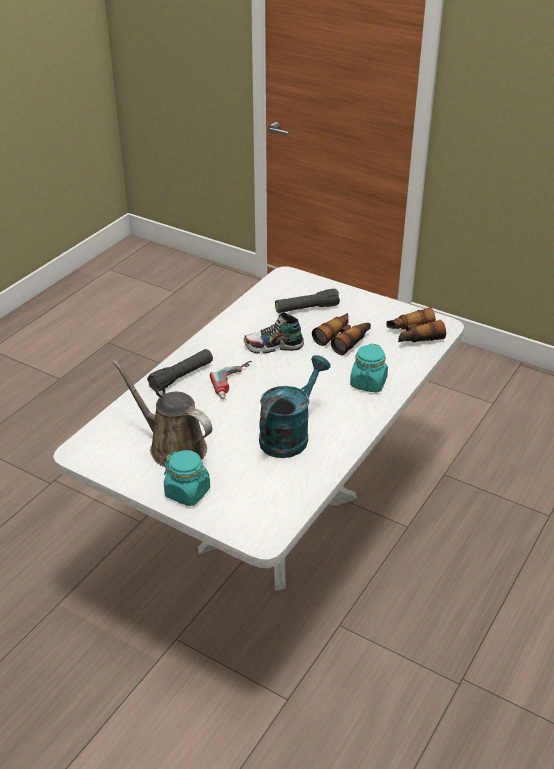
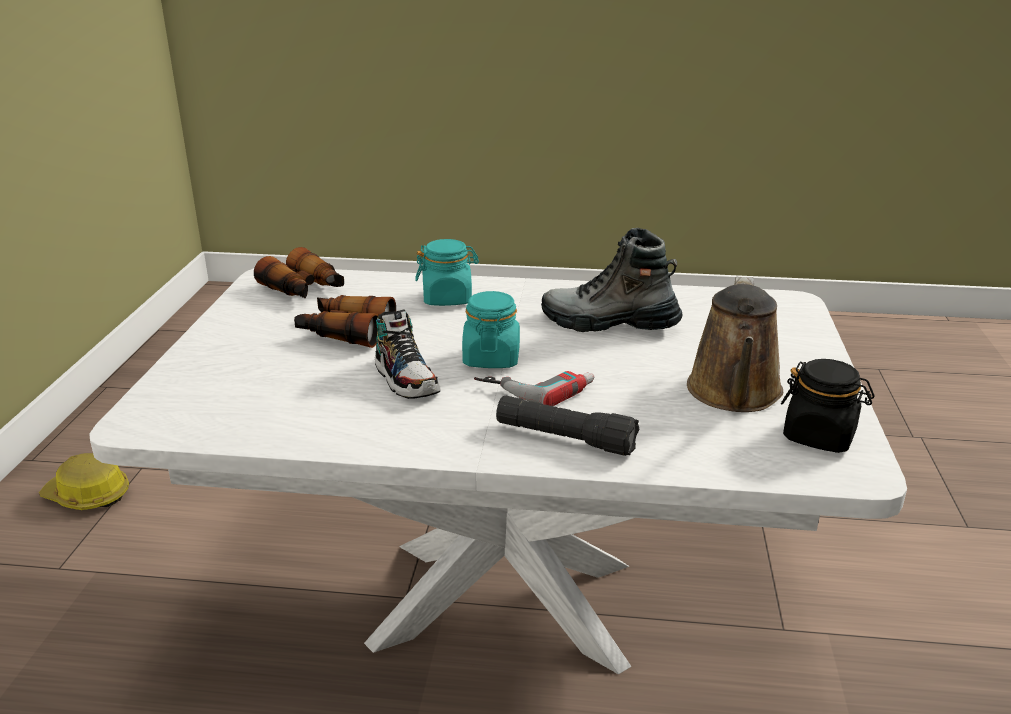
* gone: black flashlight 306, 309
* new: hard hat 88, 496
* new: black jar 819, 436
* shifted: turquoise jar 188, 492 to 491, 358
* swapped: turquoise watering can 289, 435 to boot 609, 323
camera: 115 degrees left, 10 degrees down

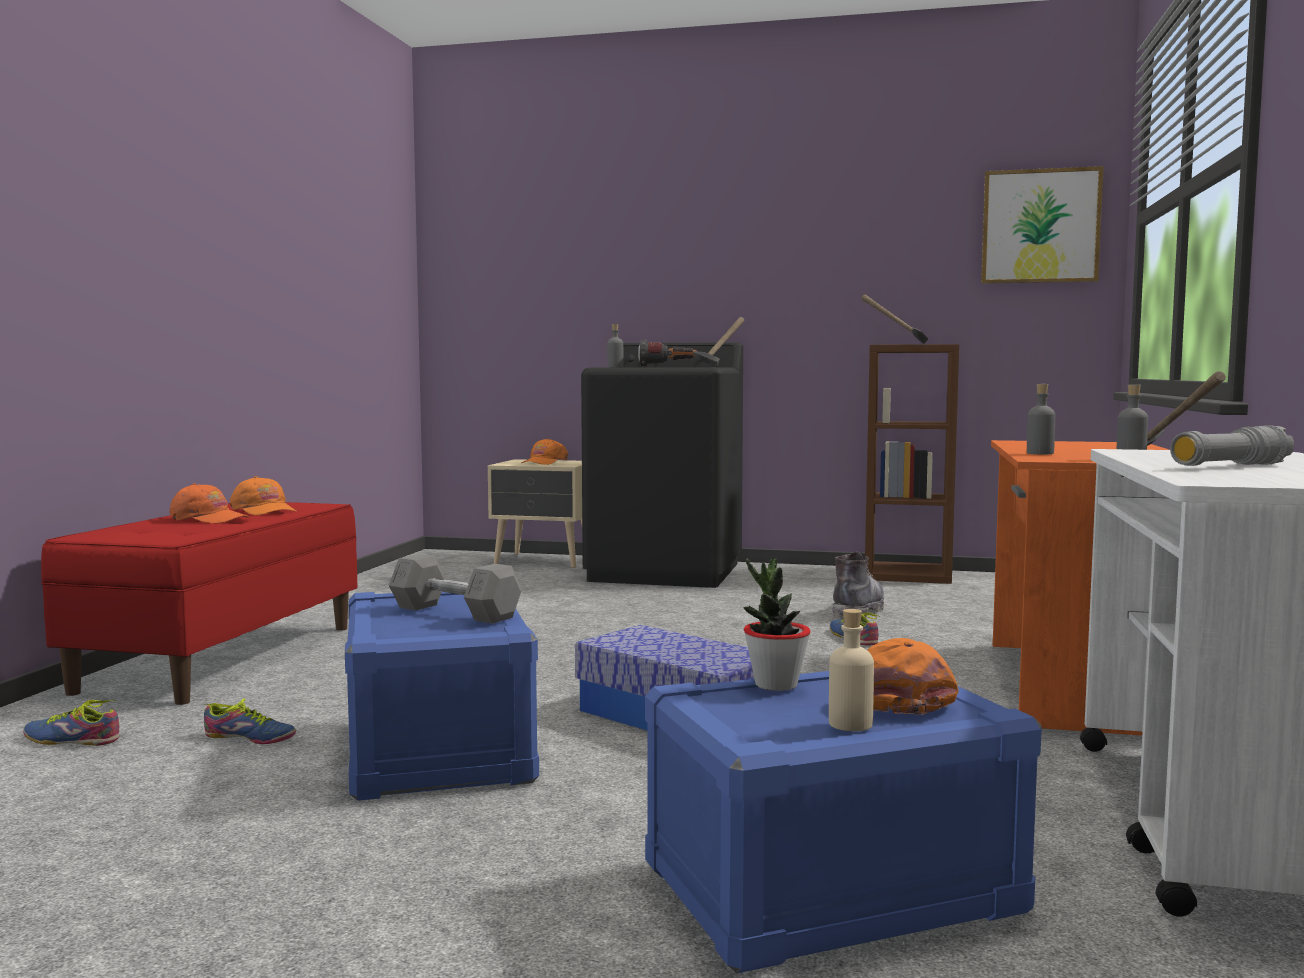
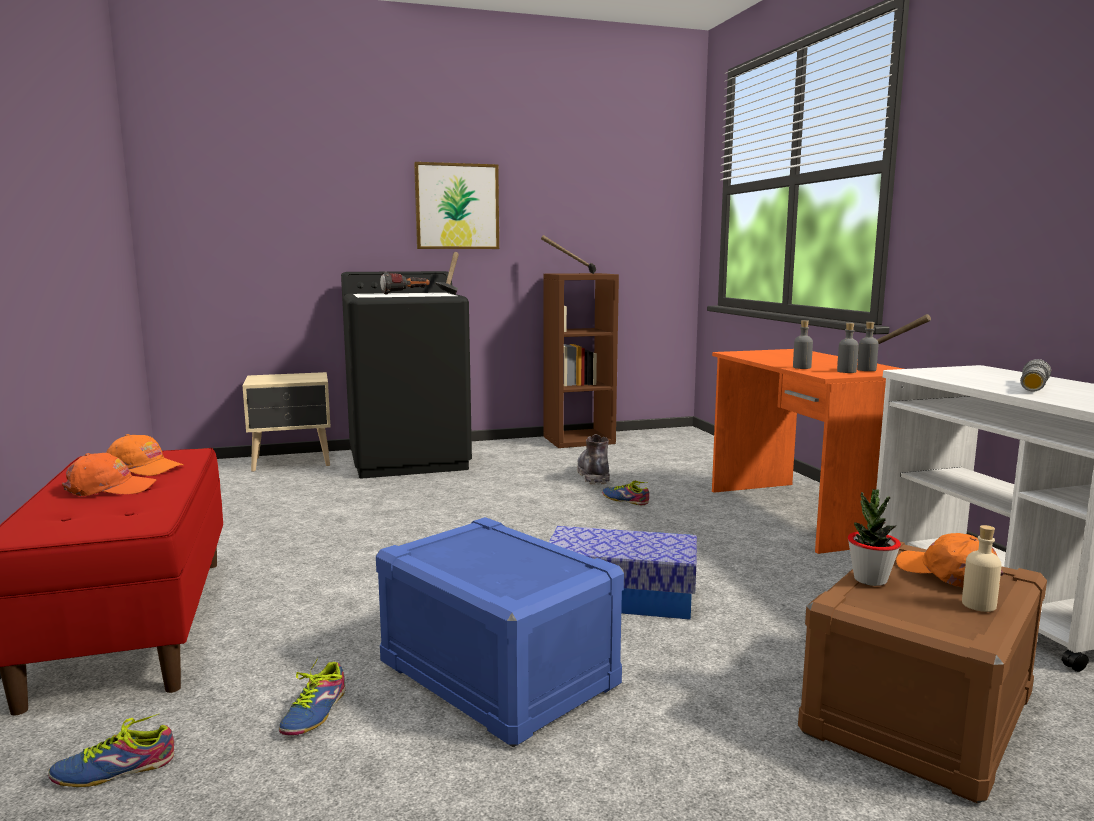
* gone: grey dumbbell 455, 612
* gone: orange cap 544, 462
* shifted: grey bottle 615, 367 to 846, 371
* shifted: picture 1040, 226 to 457, 206
* repainted: blue storage box 830, 889 to brown storage box 920, 714
* rotated: shoe 248, 739 = 311, 712 120 degrees clockwise
camera: 30 degrees left, 5 degrees up

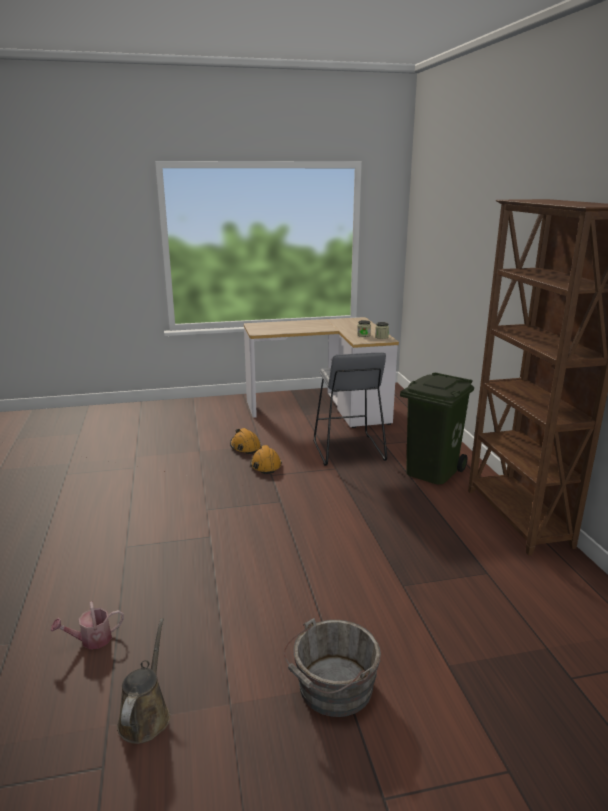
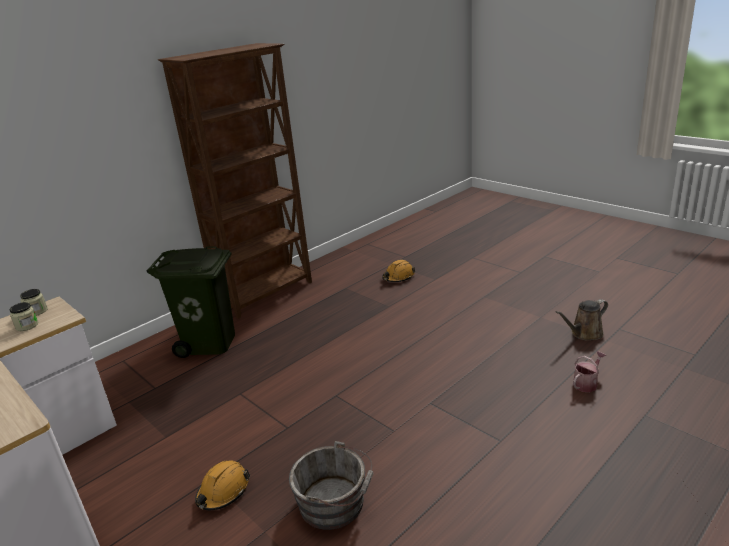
* gone: grey stool 347, 450
* shifted: orange hard hat 265, 465 to 398, 277
* shifted: grey bucket 332, 688 to 335, 503
* rotated: watering can 91, 640 = 586, 383 75 degrees counterclockwise
camera: 120 degrees left, 5 degrees up

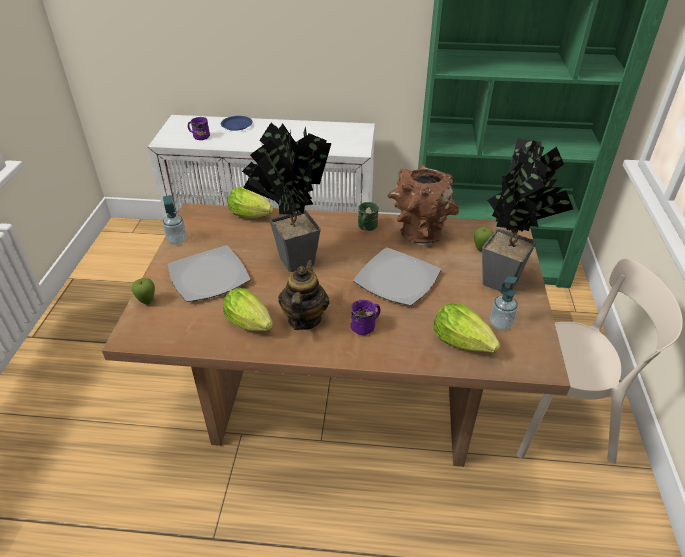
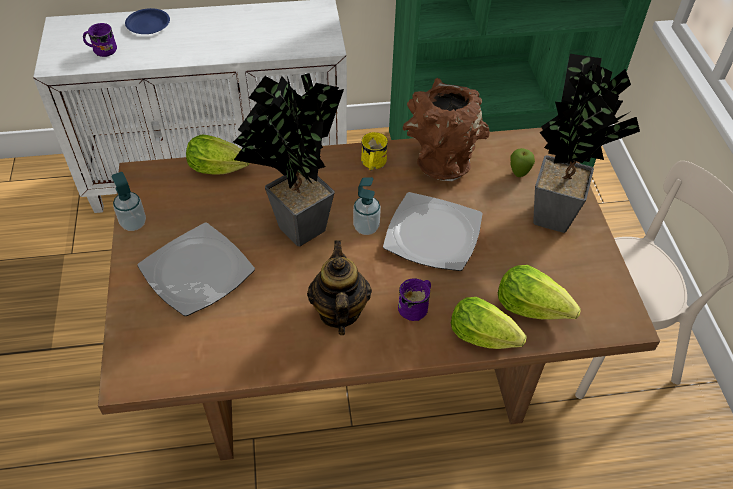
* gone: apple 147, 302
* shifted: lettuce 251, 325 to 486, 338
* shifted: soap dispenser 500, 324 to 366, 227
* repainted: green mug 366, 227 to yellow mug 372, 164
camera: 15 degrees left, 10 degrees up

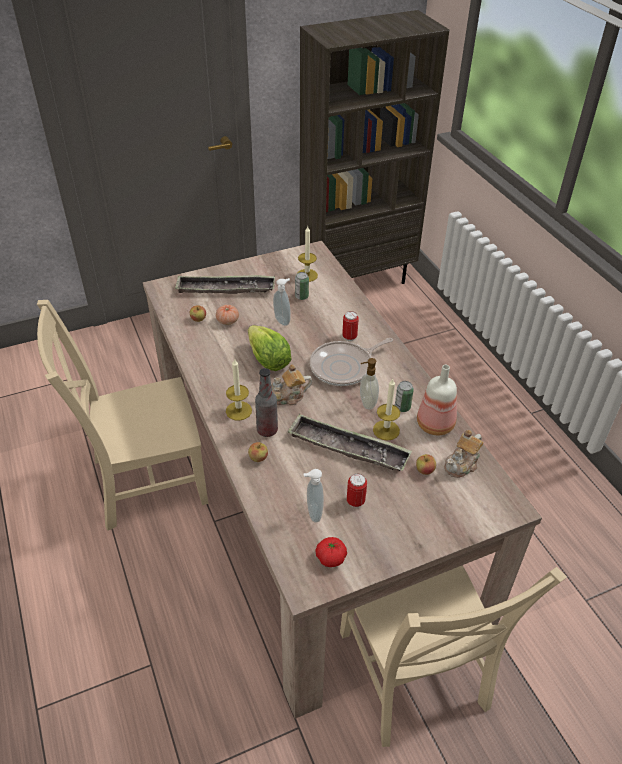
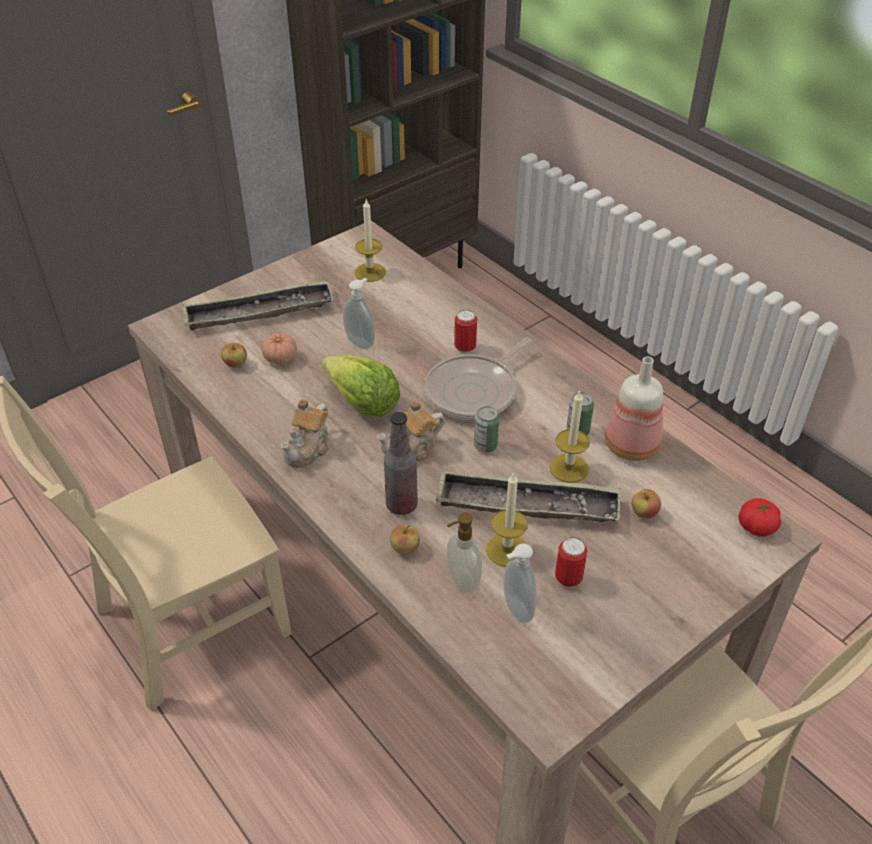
* shifted: candle 238, 410 to 507, 550
* shifted: can 301, 296 to 485, 445
* shifted: tomato 331, 558 to 756, 527
* shifted: soap dispenser 367, 402 to 461, 580
* shifted: teapot 462, 464 to 308, 449
camera: 15 degrees left, 0 degrees up

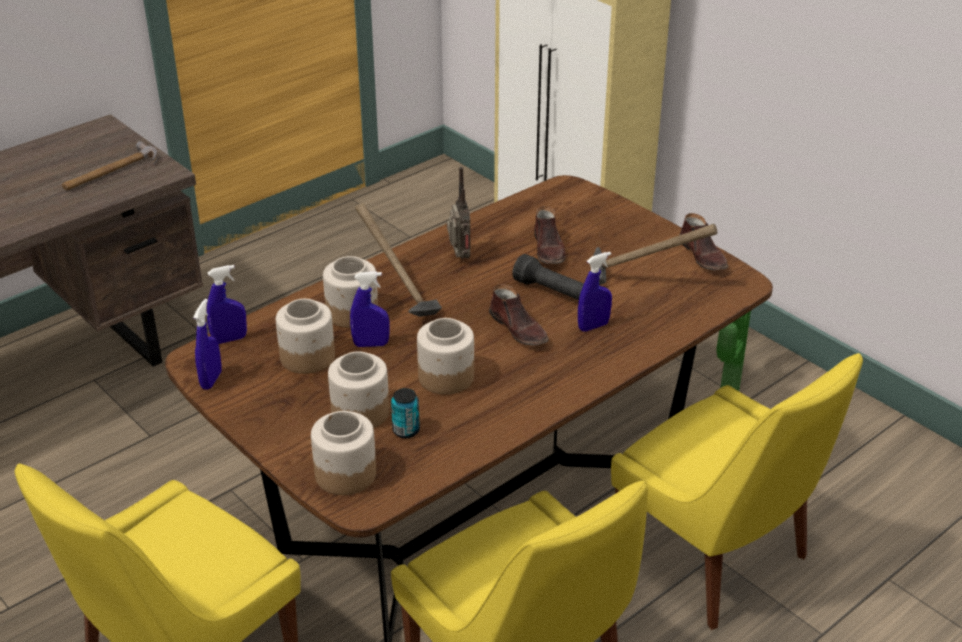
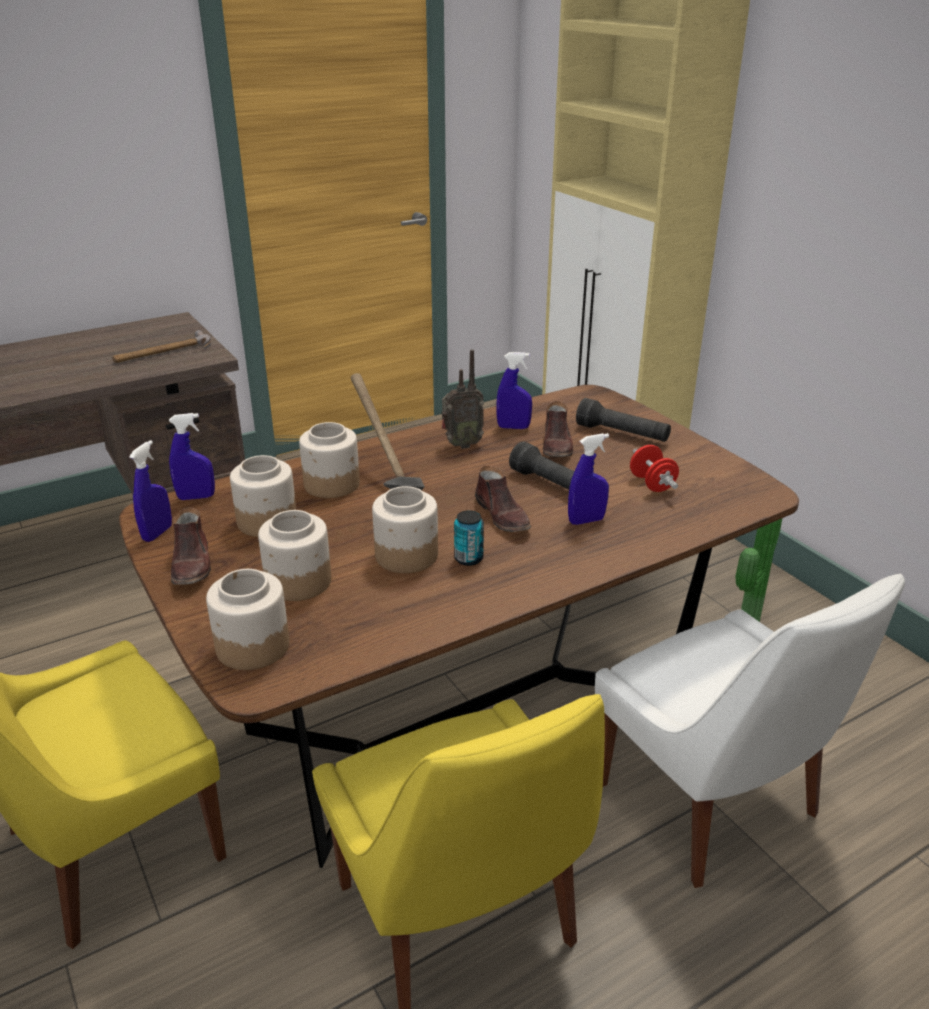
* new: black flashlight 622, 434
* shifted: blue spray bottle 371, 344 to 513, 427
* shifted: can 406, 431 to 468, 558
* shifted: brown shoe 703, 256 to 192, 564
* swapped: hammer 643, 282 to red dumbbell 652, 484
* repainted: yellow chair 716, 560 to white chair 712, 805
* rotated: radio 459, 257 = 461, 444 75 degrees clockwise
camera: 10 degrees right, 5 degrees down

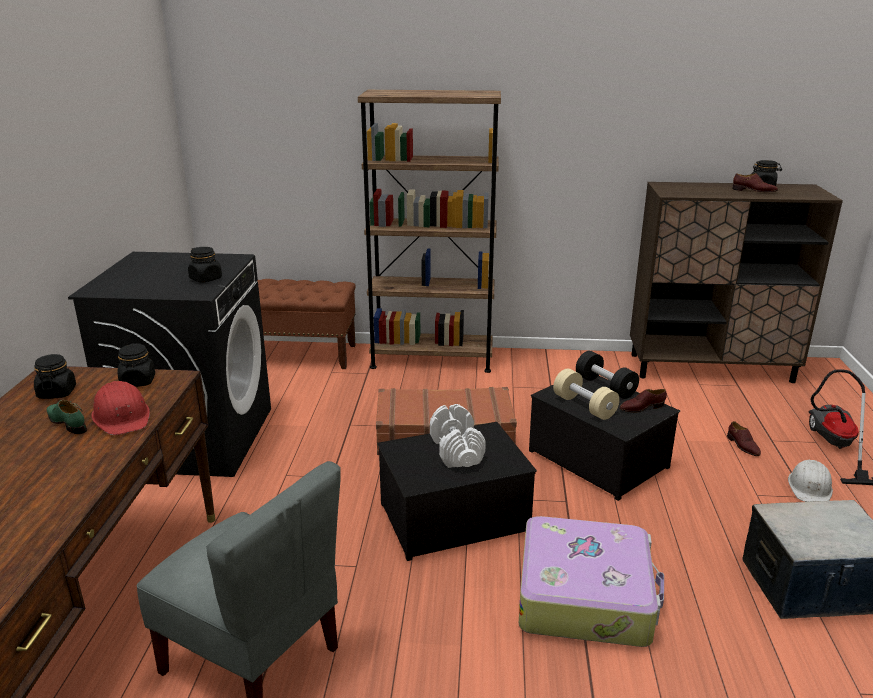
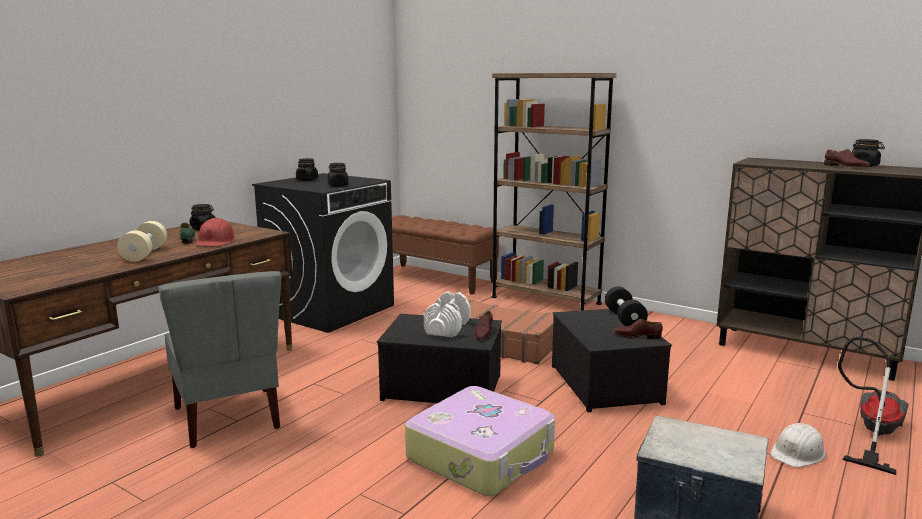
* shifted: black jar 138, 381 to 307, 180
* shifted: beige dumbbell 584, 406 to 145, 254
* shifted: brown shoe 742, 446 to 483, 333
camera: 30 degrees right, 10 degrees down

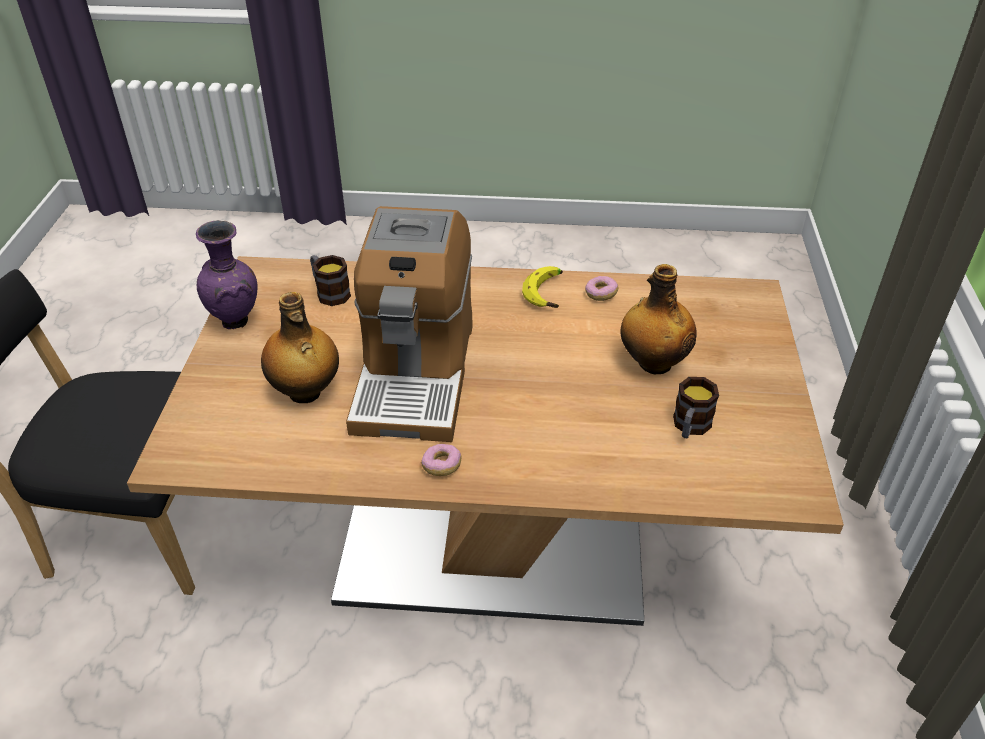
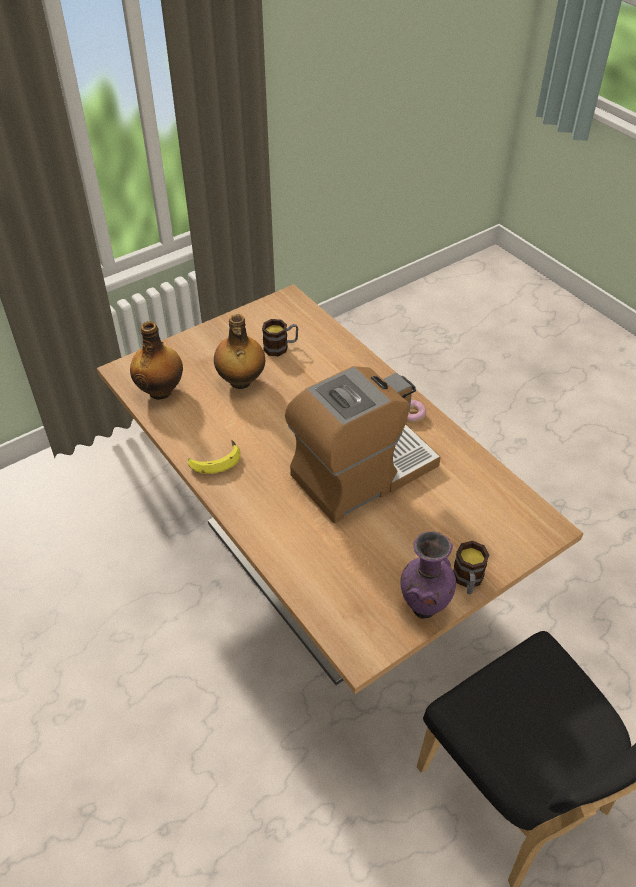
* gone: donut 601, 294
* shifted: bottle 305, 392 to 161, 390
* shifted: mug 329, 292 to 468, 580
camera: 130 degrees left, 5 degrees up

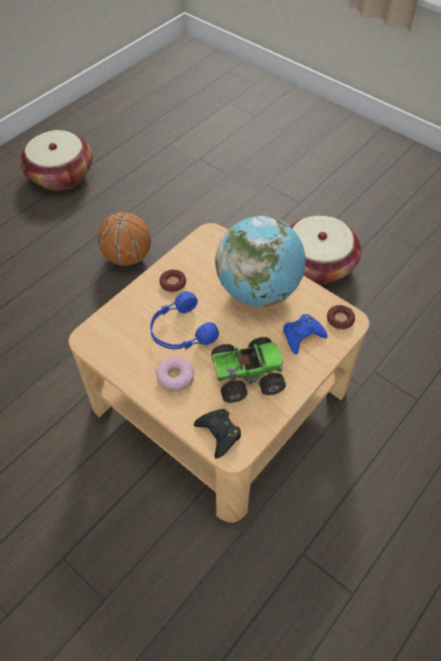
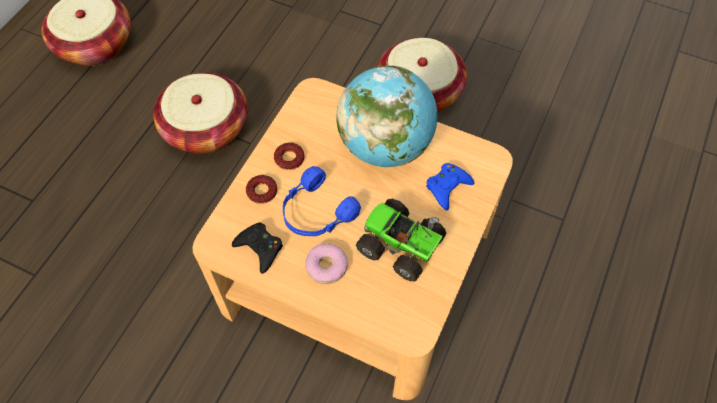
* shifted: black game controller 219, 433 to 260, 248
* shifted: donut 340, 319 to 262, 191
* swapped: basketball 127, 257 to basket 206, 128
* rotated: toy truck 245, 375 = 401, 246 120 degrees counterclockwise
camera: 15 degrees left, 5 degrees up

